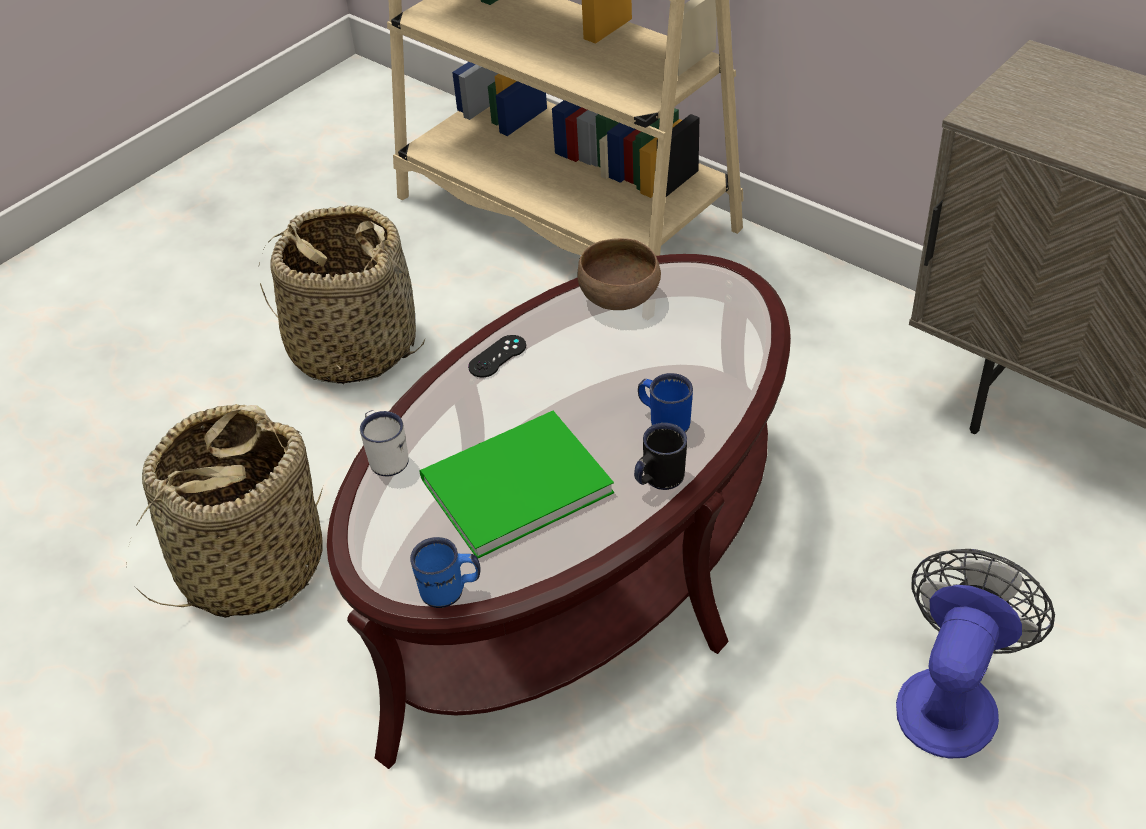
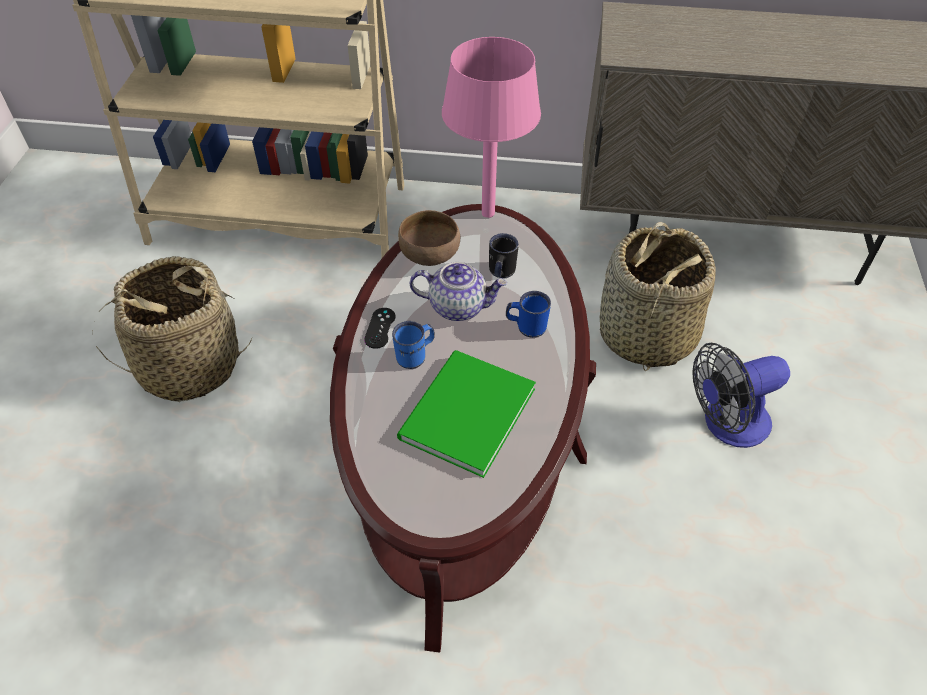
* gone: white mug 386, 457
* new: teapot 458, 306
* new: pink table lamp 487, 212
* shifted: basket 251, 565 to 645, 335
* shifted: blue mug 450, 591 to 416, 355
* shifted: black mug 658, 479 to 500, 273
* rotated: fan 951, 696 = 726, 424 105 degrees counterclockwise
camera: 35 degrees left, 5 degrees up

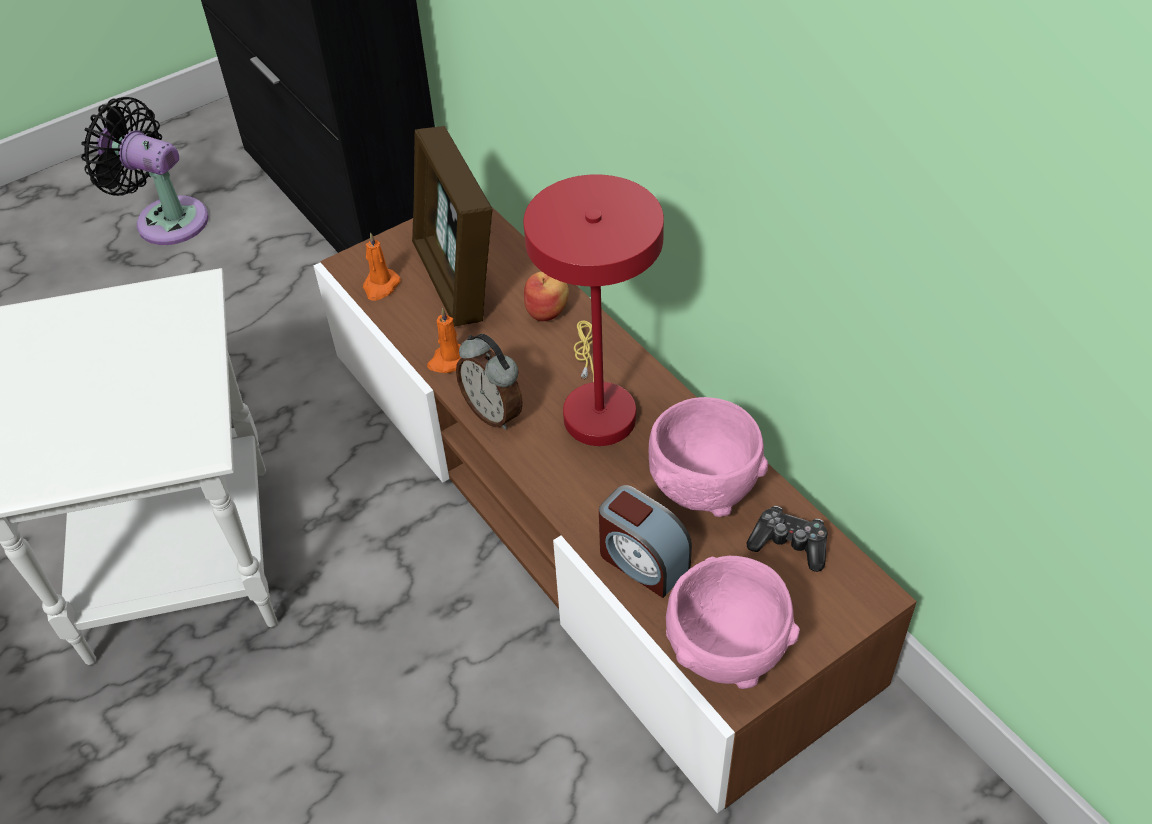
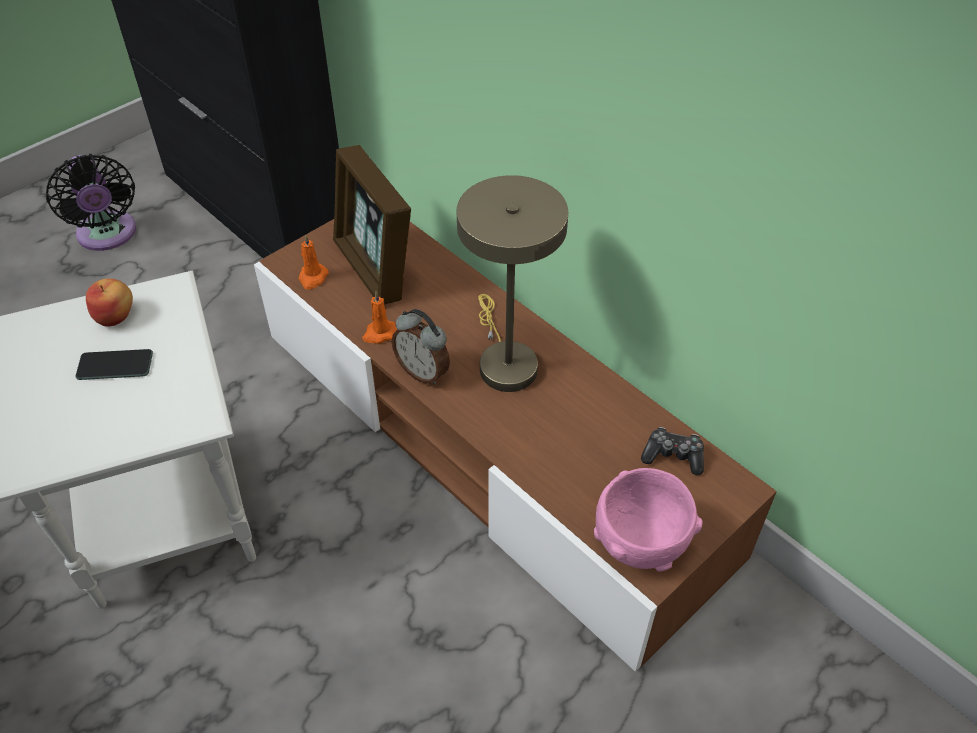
* gone: alarm clock 642, 561
* gone: pink bowl 702, 488
* new: phone 115, 365
* shifted: apple 547, 311 to 116, 316
* repainted: red table lamp 596, 407 to beige table lamp 504, 361
* rotated: black fan 166, 219 = 108, 235 135 degrees counterclockwise
camera: 10 degrees left, 0 degrees up

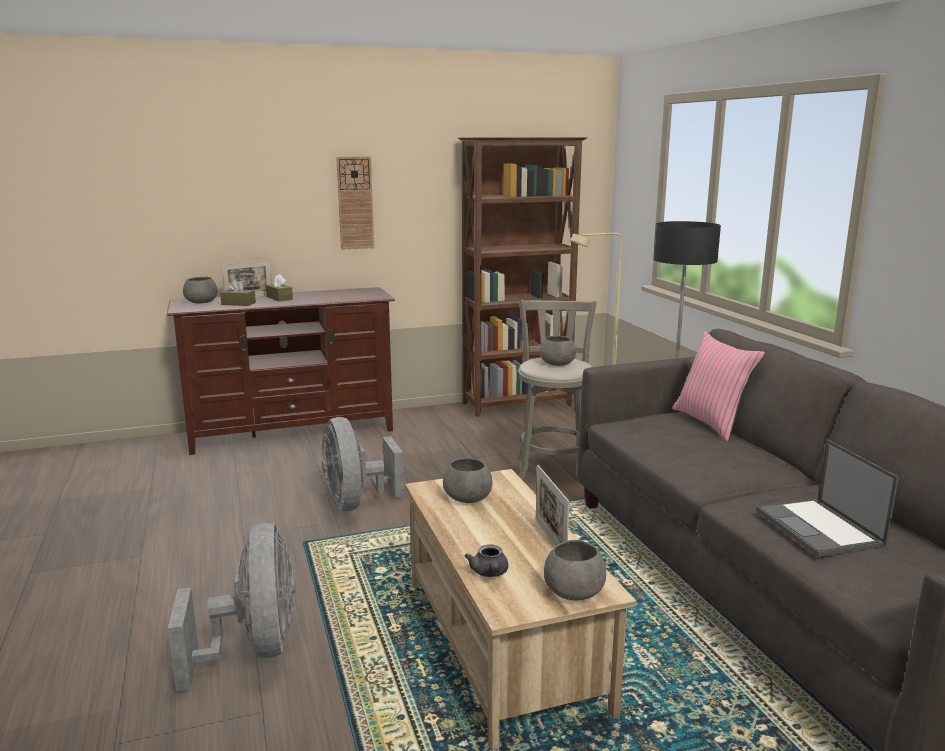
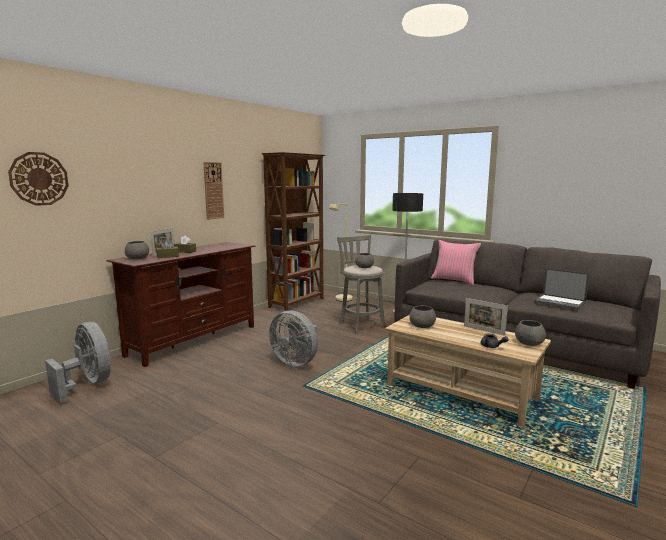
* new: wall clock 39, 179
* shifted: grey fan 254, 650 to 88, 384
camera: 35 degrees left, 5 degrees down

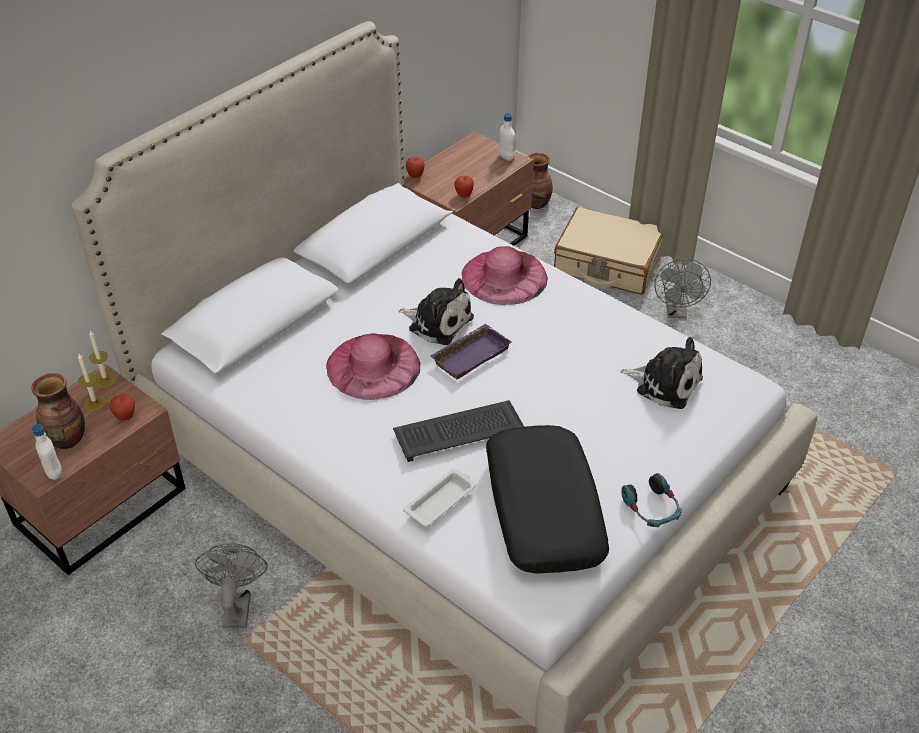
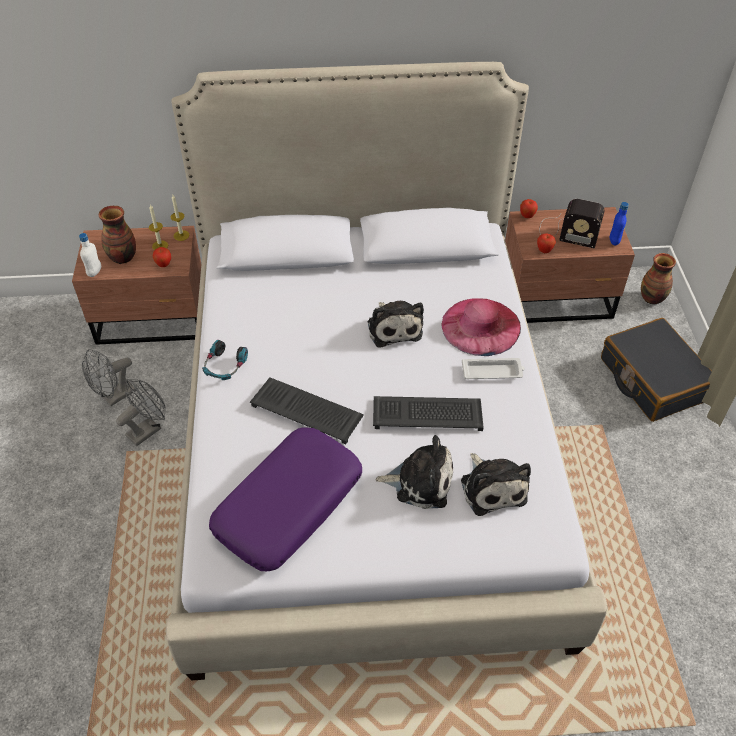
* gone: pink hat 373, 366
* gone: purple tray 470, 354
* new: keyboard 428, 413
* new: plush toy 420, 481
* new: radio 566, 232
* shifted: white tray 441, 500 to 493, 372
* shifted: headphones 651, 508 to 225, 366
* shifted: grey fan 676, 312 to 114, 397
* repainted: black pillow 542, 509 to purple pillow 288, 505
* repainted: white bottle 506, 157 to blue bottle 614, 241
* repainted: beige suitcase 607, 264 to black suitcase 652, 379
camera: 45 degrees right, 5 degrees up

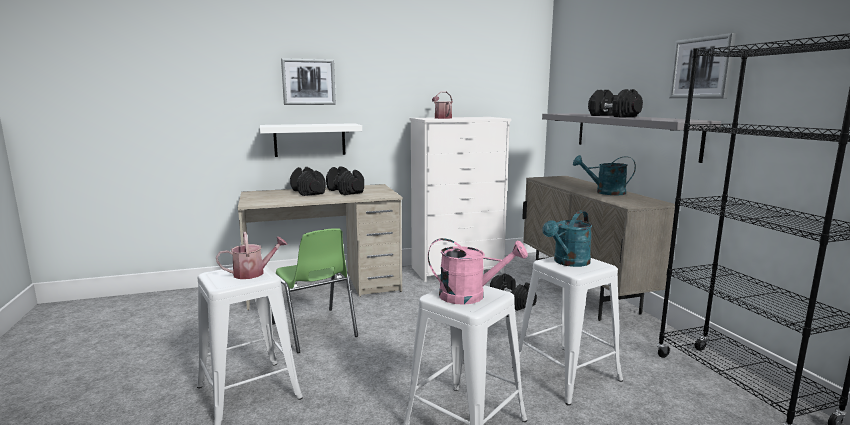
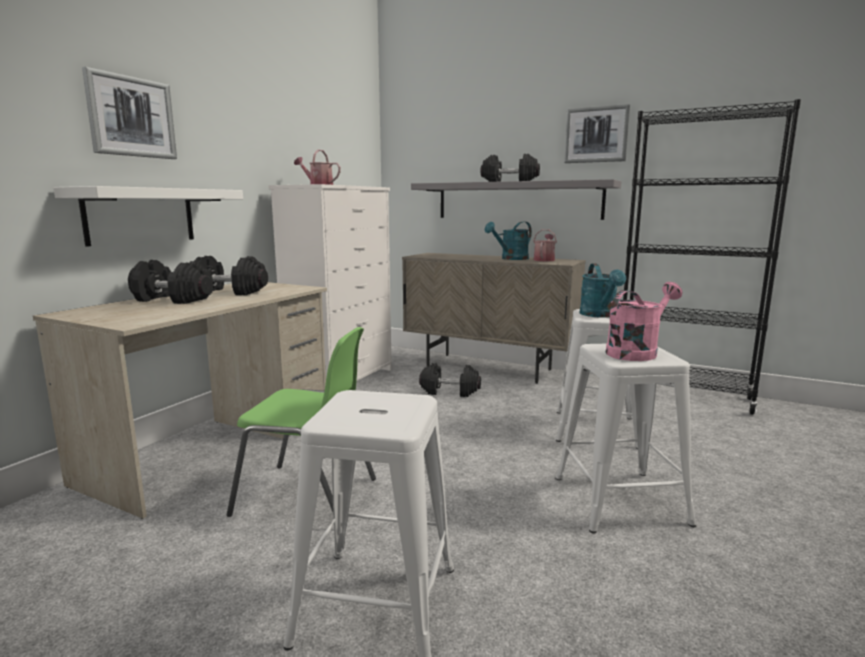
* shifted: watering can 253, 273 to 544, 260
camera: 45 degrees left, 0 degrees up

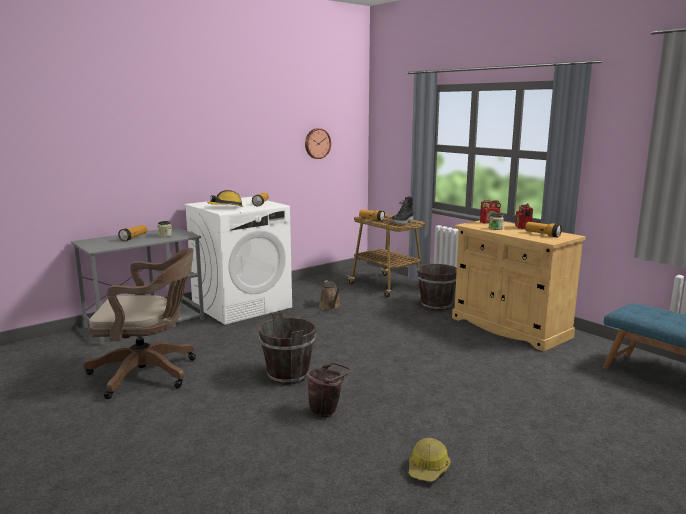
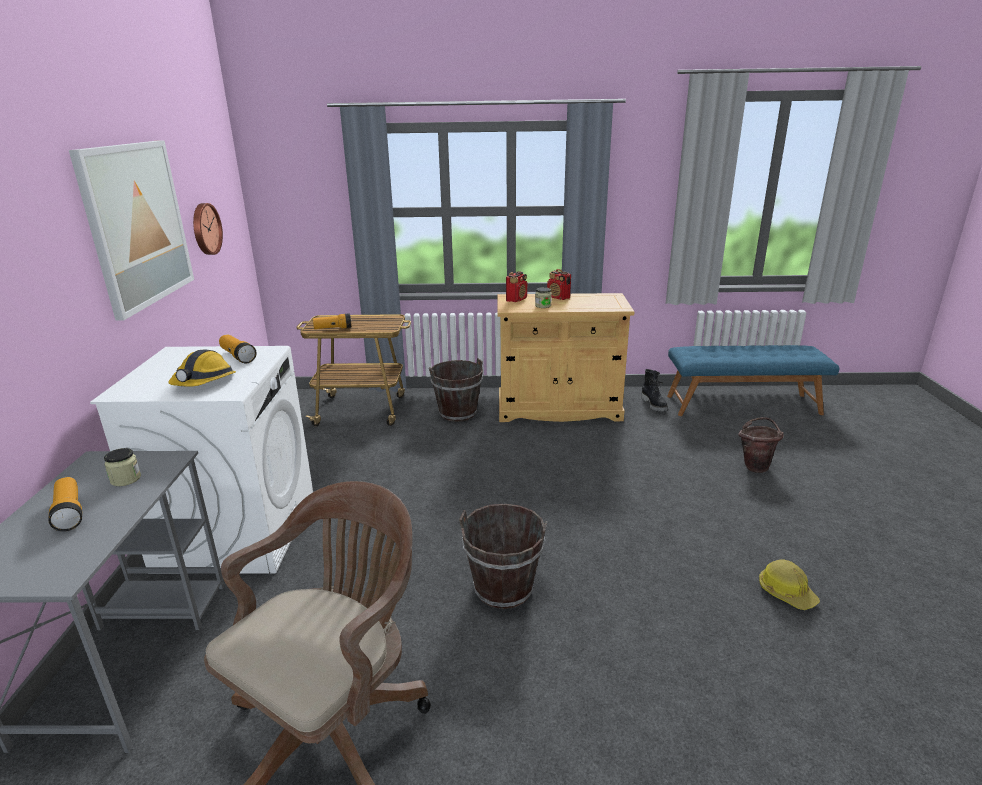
* gone: brown watering can 330, 307
* gone: flashlight 542, 235
* new: picture 137, 225
* shifted: brown bucket 327, 412 to 755, 466
* shifted: black boot 402, 222 to 654, 404
camera: 50 degrees left, 10 degrees up

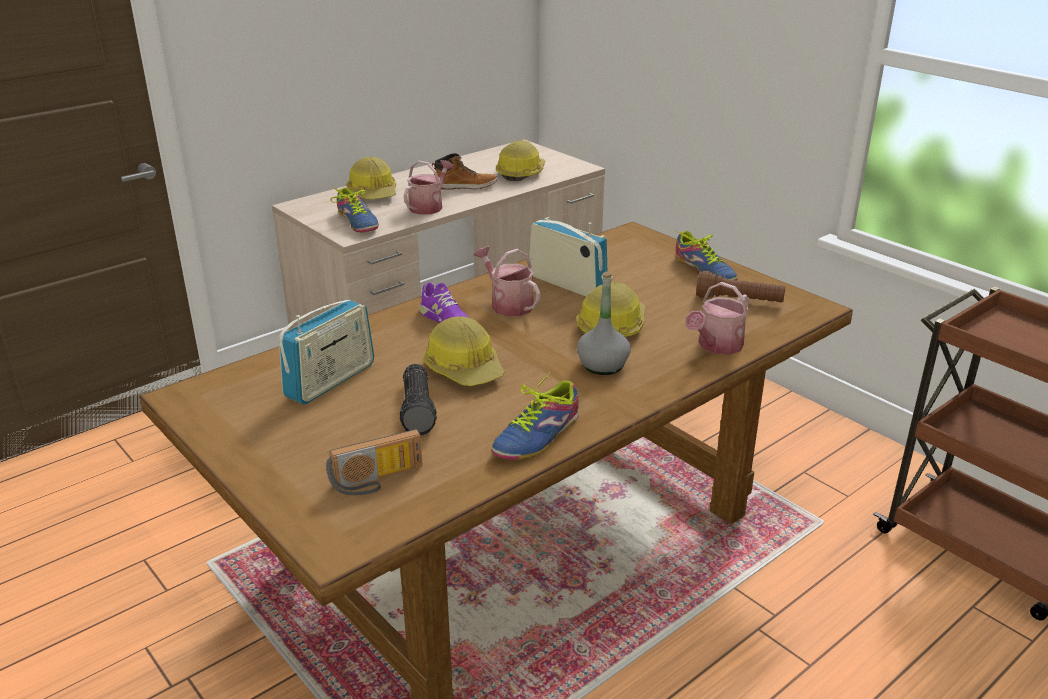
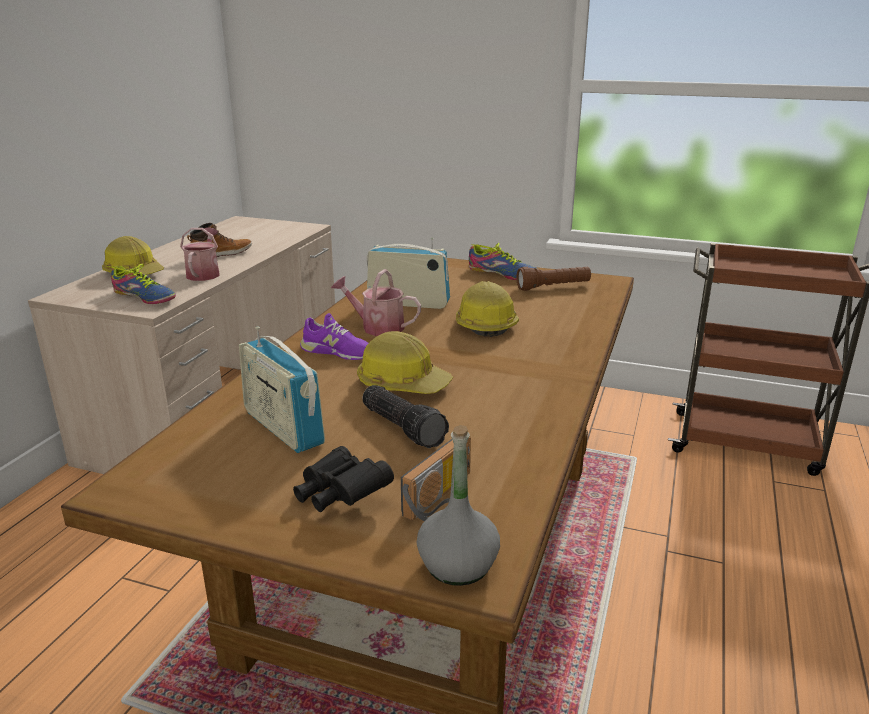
* gone: shoe 537, 436
* gone: hard hat 521, 173
* gone: watering can 716, 346
* new: black binoculars 340, 495
* shifted: grey bottle 602, 365 to 458, 565
* rotated: radio 330, 381 = 283, 427 135 degrees clockwise
camera: 30 degrees left, 5 degrees down

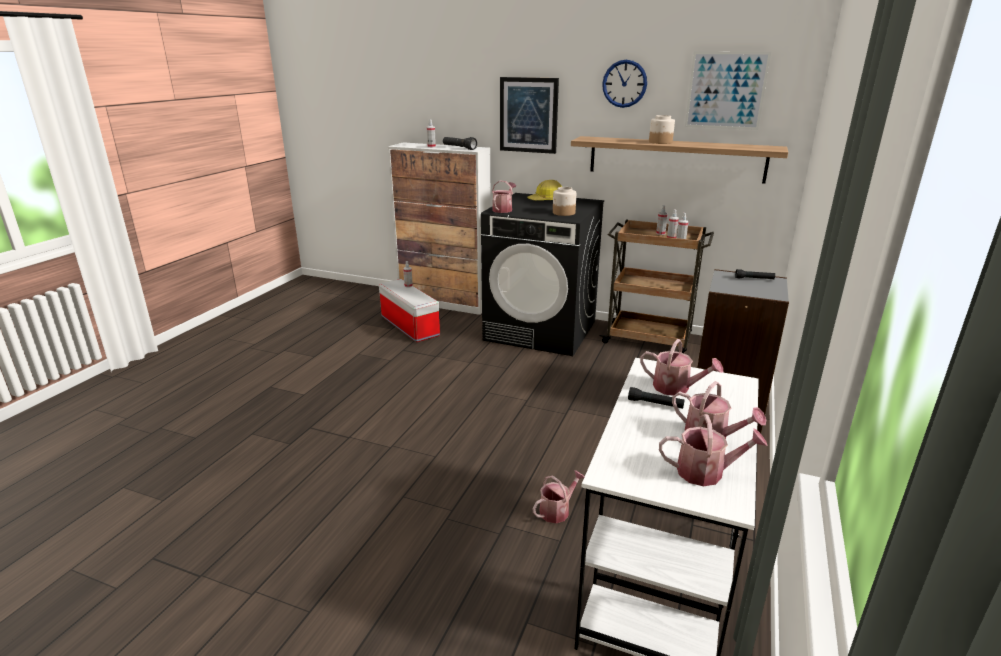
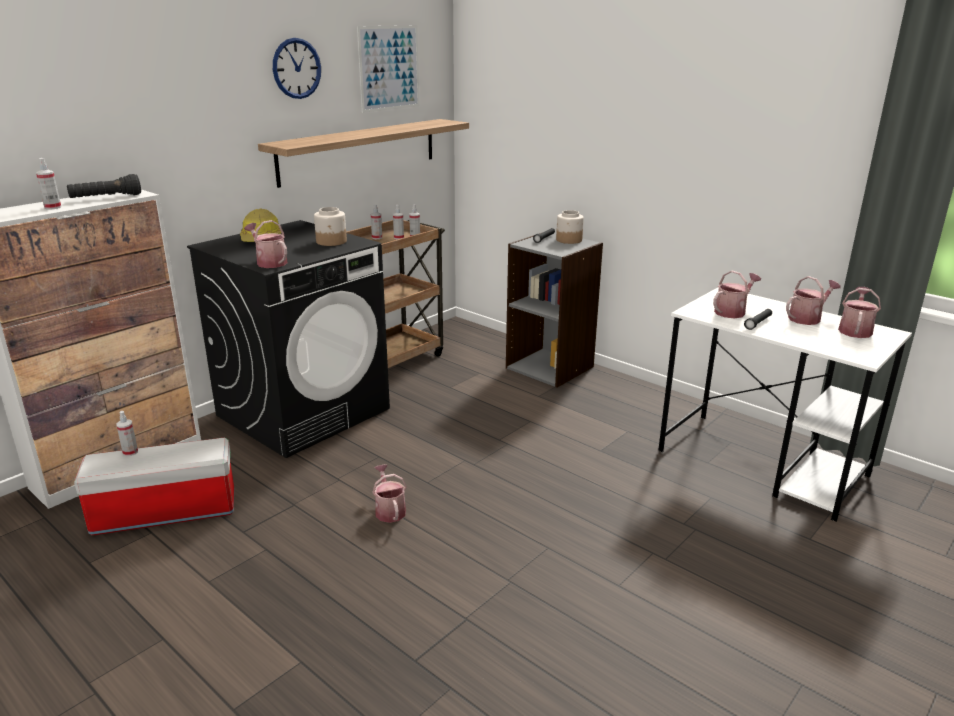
* gone: picture 528, 115
* shifted: watering can 557, 510 to 389, 510
* shifted: jar 660, 142 to 568, 240
camera: 70 degrees left, 0 degrees up

